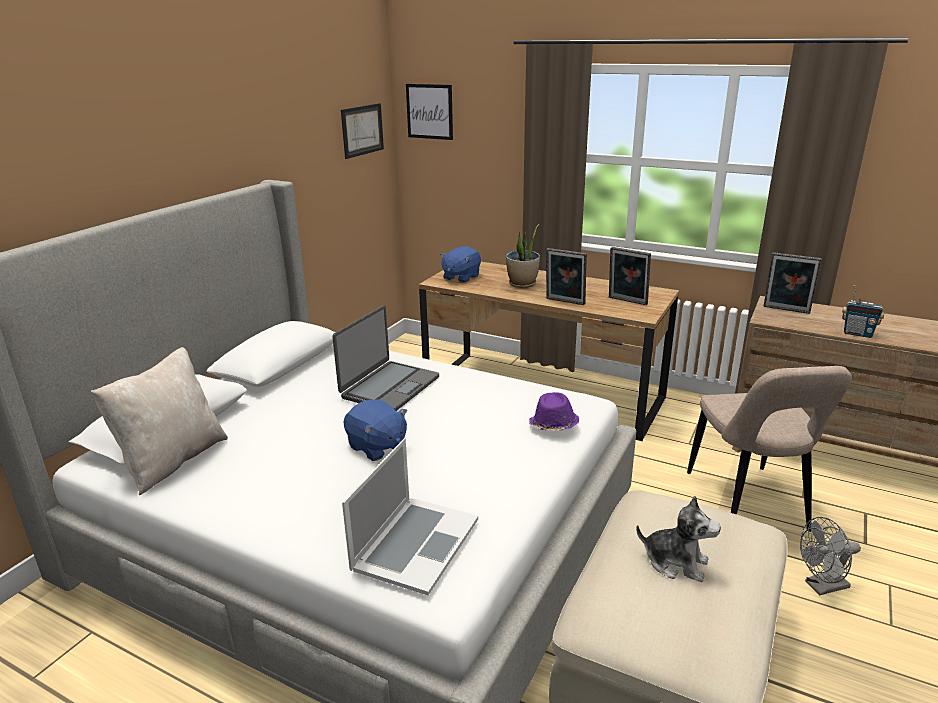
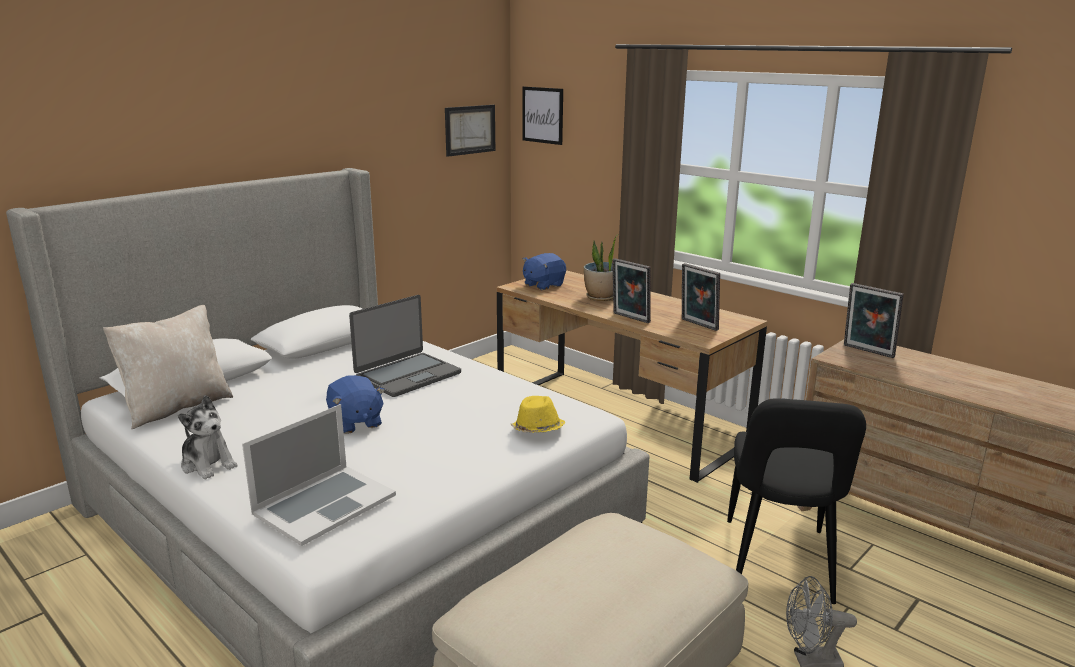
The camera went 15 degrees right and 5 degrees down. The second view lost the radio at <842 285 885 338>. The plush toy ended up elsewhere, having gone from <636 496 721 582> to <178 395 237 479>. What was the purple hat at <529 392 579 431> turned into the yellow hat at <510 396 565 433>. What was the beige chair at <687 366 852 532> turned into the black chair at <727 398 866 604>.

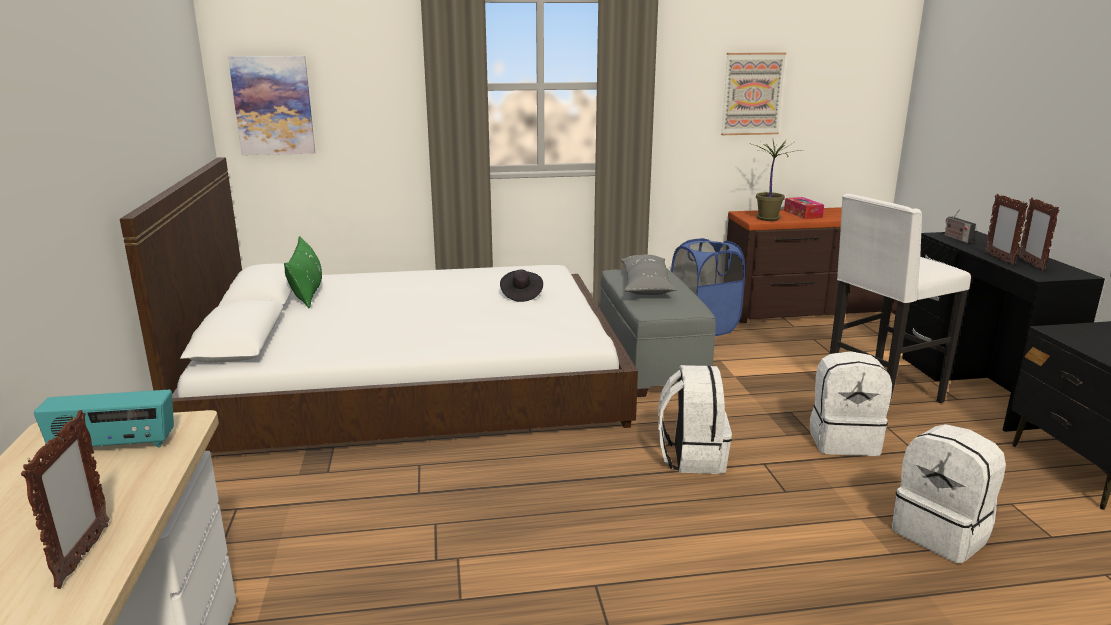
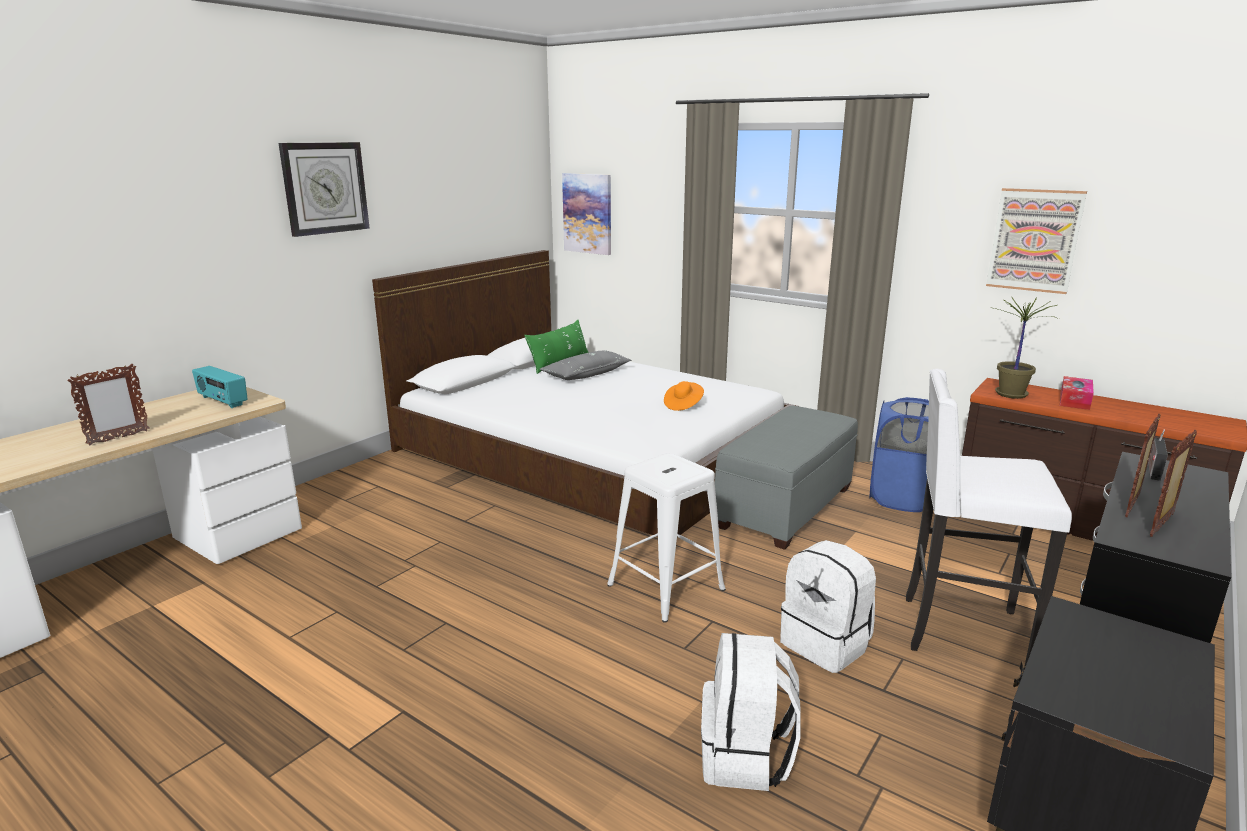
The camera went 45 degrees right and 0 degrees up. The second view gained the wall clock at <278 142 370 237>. The grey pillow ended up elsewhere, having gone from <620 255 676 295> to <540 351 631 380>. Where the white backpack stood at <658 365 732 474>, the white stool came to stand at <607 453 726 623>. What was the black hat at <500 269 543 302> turned into the orange hat at <664 381 704 411>.

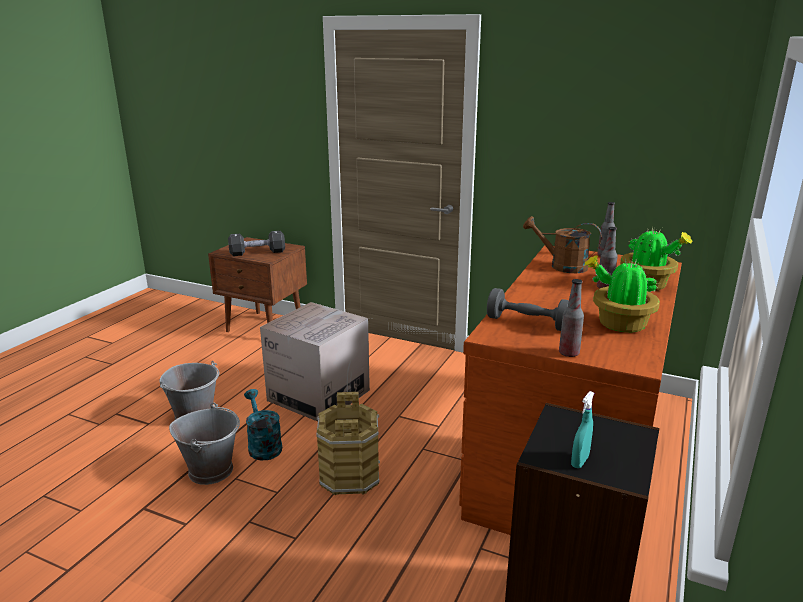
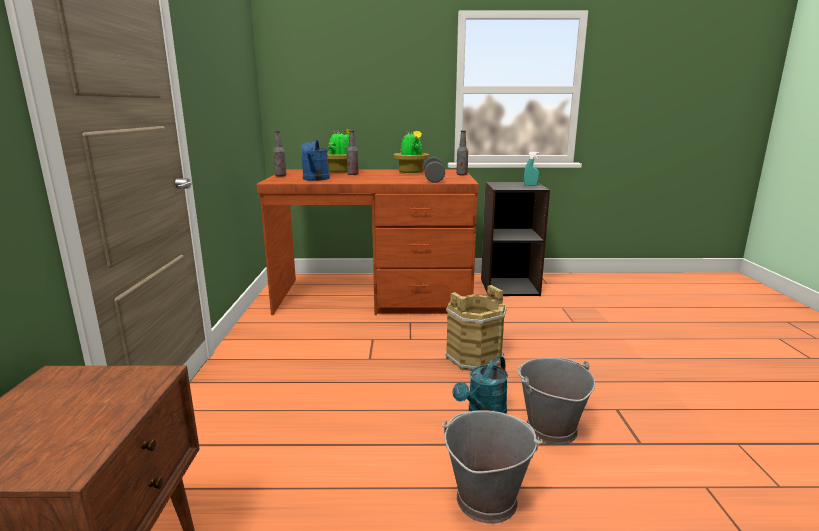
The camera went 115 degrees left and 5 degrees down. The second view lost the black dumbbell at <228 231 285 256>. The second view lost the cardboard box at <260 302 370 422>. What was the brown watering can at <523 216 602 273> turned into the blue watering can at <301 140 330 181>.

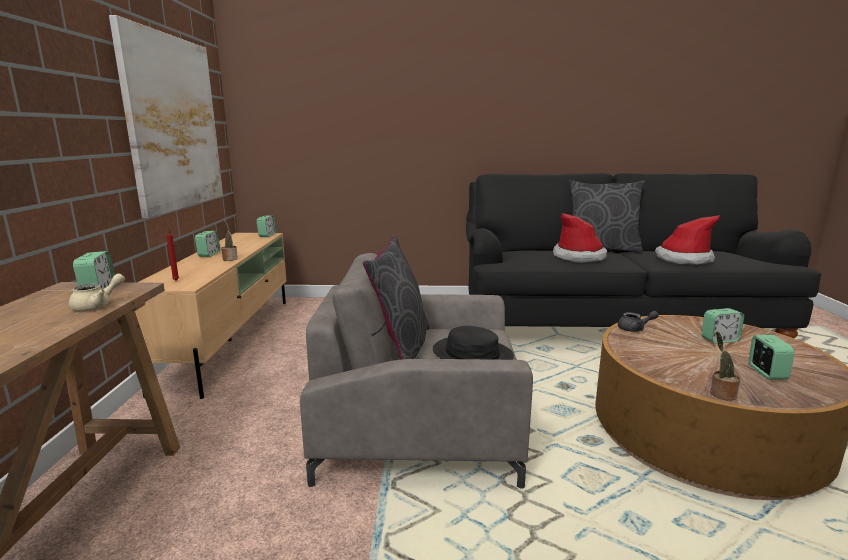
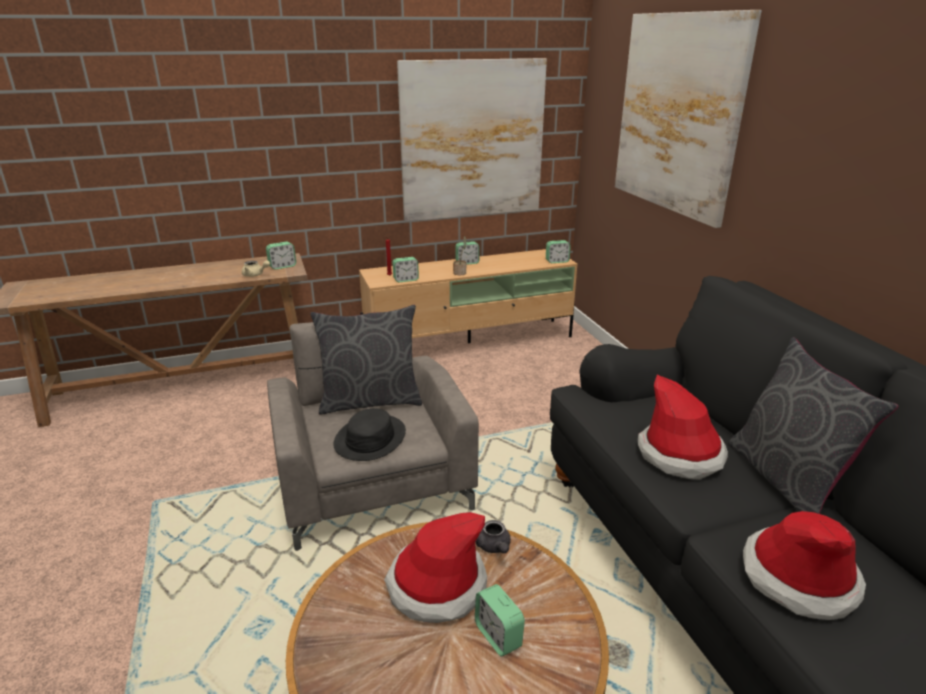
The camera went 70 degrees right and 10 degrees up. The second view lost the potted plant at <710 331 741 401>. The second view gained the hat at <384 512 487 623>. The second view gained the picture at <615 10 762 228>. The alarm clock ended up elsewhere, having gone from <749 335 794 380> to <392 257 419 282>.

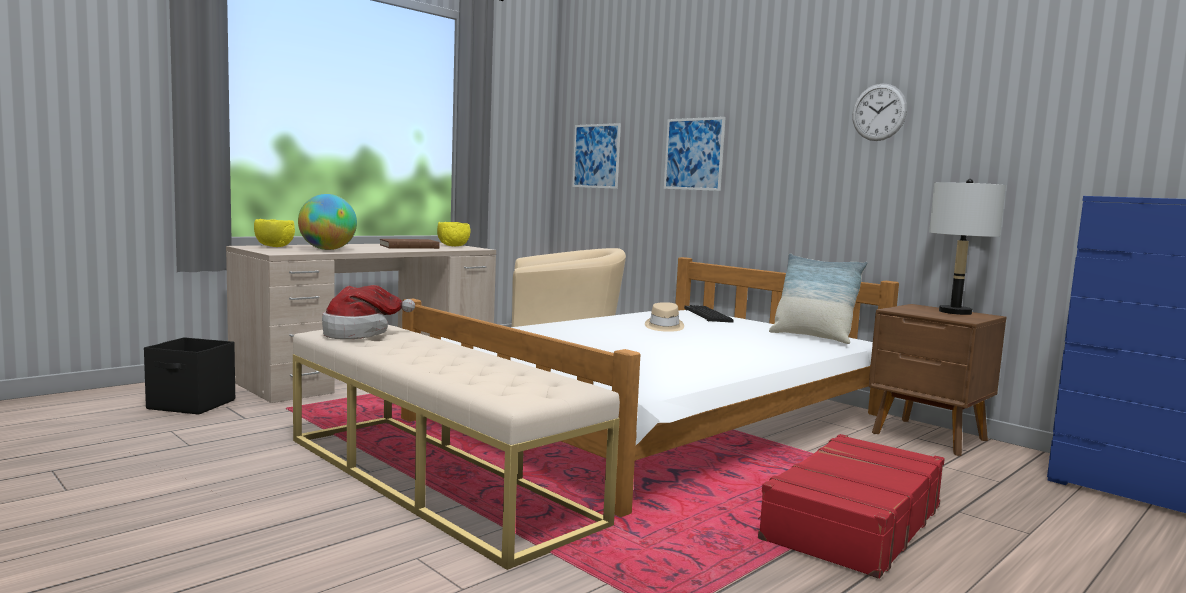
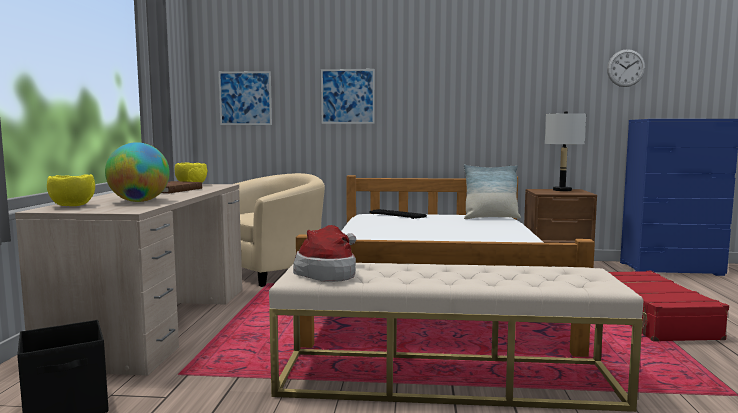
The camera went 40 degrees left and 0 degrees up. The second view lost the beige hat at <645 302 684 332>. The wall clock ended up elsewhere, having gone from <852 84 907 141> to <607 49 645 87>.

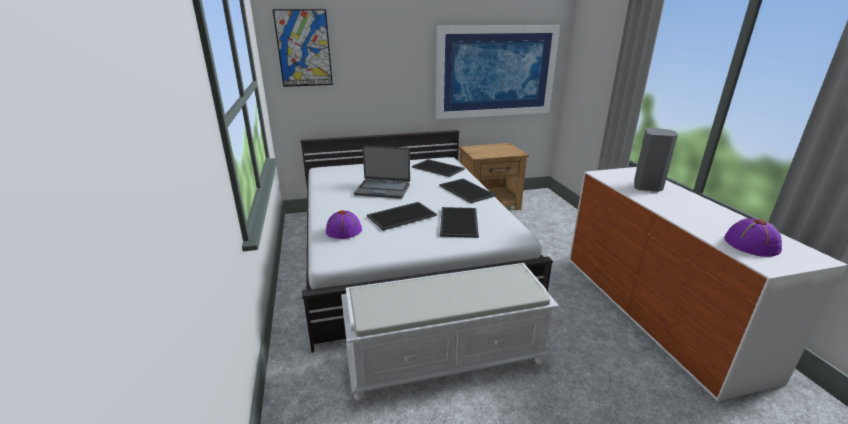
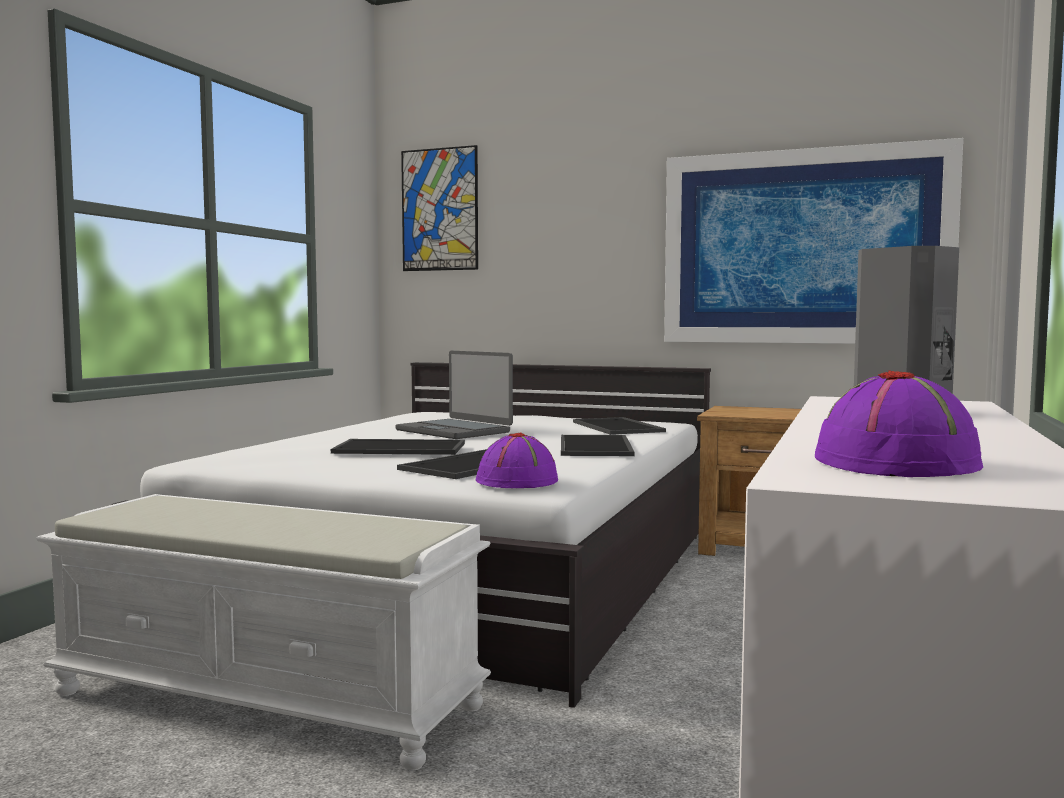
The camera went 35 degrees right and 20 degrees down. The purple hat ended up elsewhere, having gone from <326 210 362 239> to <476 432 558 488>.

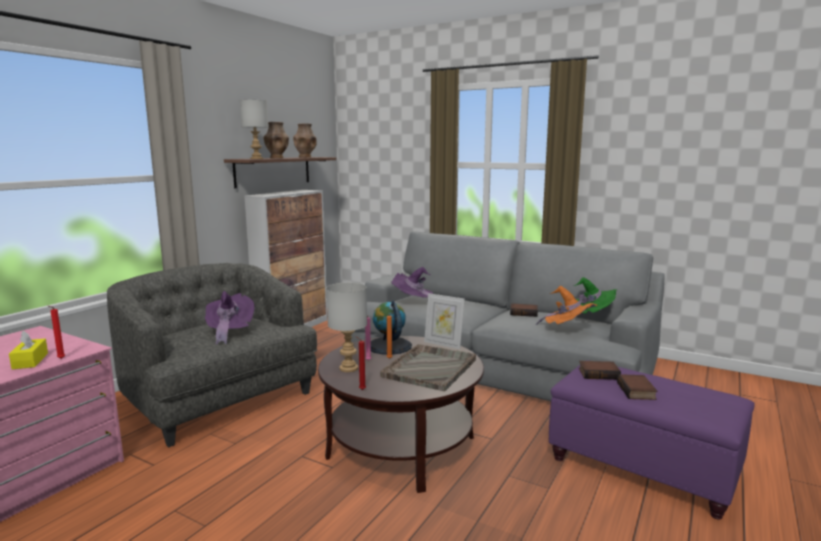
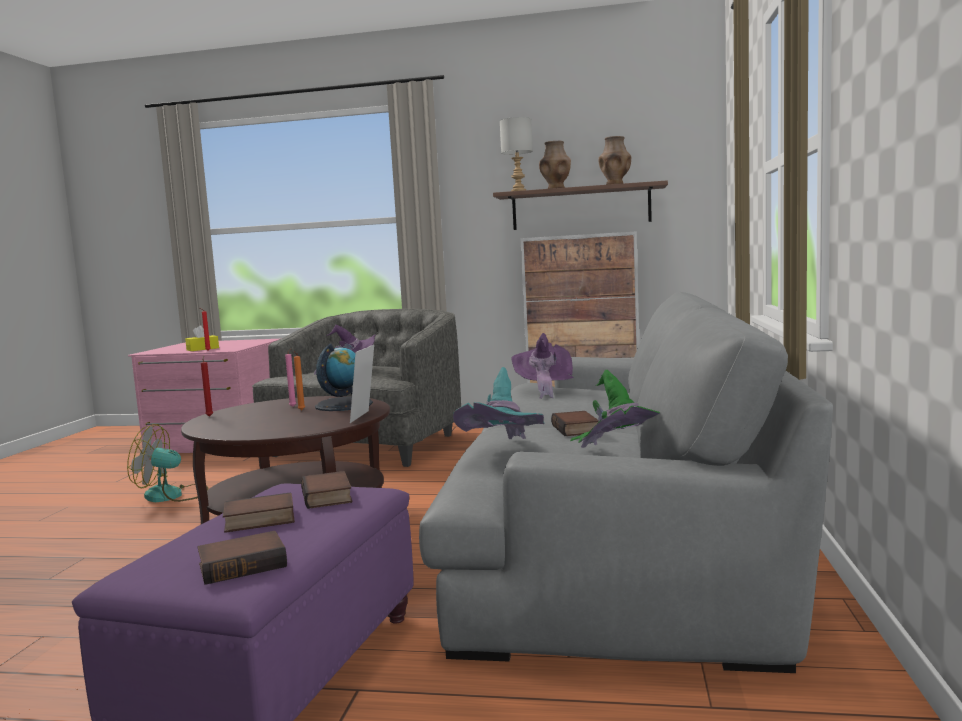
The camera went 70 degrees right and 5 degrees down. The second view lost the grey table lamp at <327 282 367 372>. The second view lost the grey tray at <380 344 476 391>. The second view gained the fan at <127 424 208 502>. The second view gained the book at <197 531 287 585>. What was the orange hat at <536 286 597 325> turned into the turquoise hat at <453 367 544 439>.

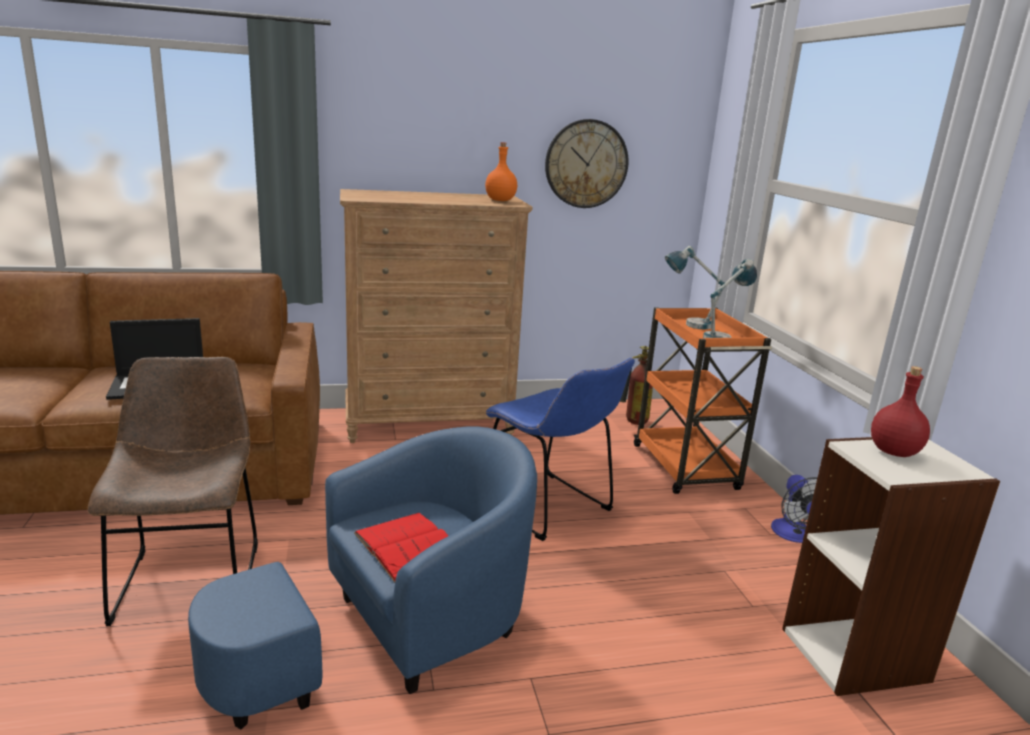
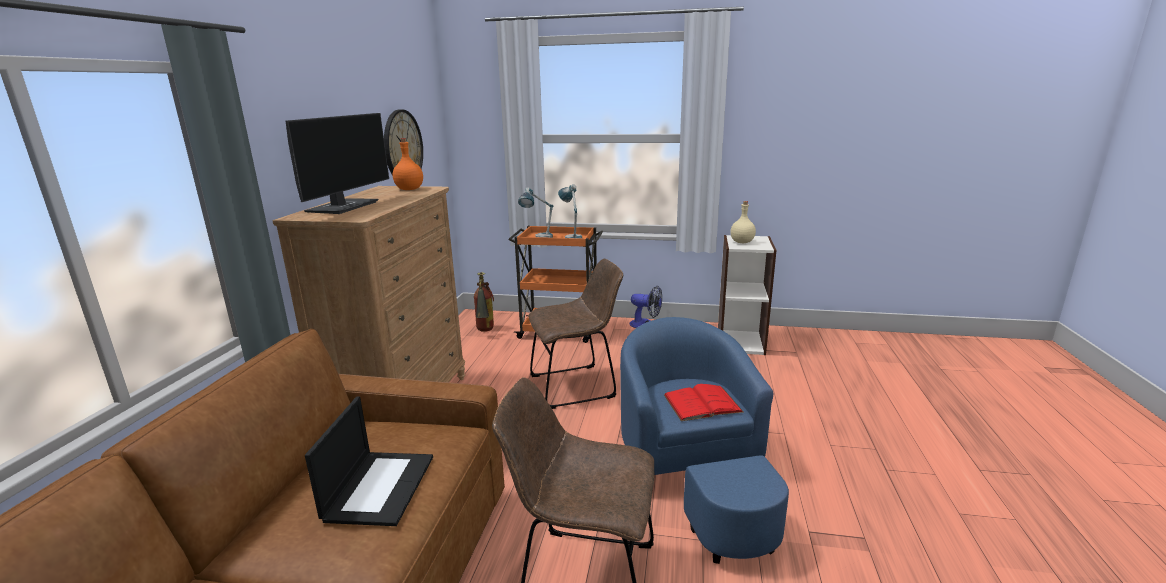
The camera went 65 degrees left and 0 degrees up. The second view gained the monitor at <286 113 389 214>. What was the blue chair at <486 358 635 541> turned into the brown chair at <528 259 623 409>. What was the red bottle at <871 366 930 457> turned into the beige bottle at <730 201 756 243>.

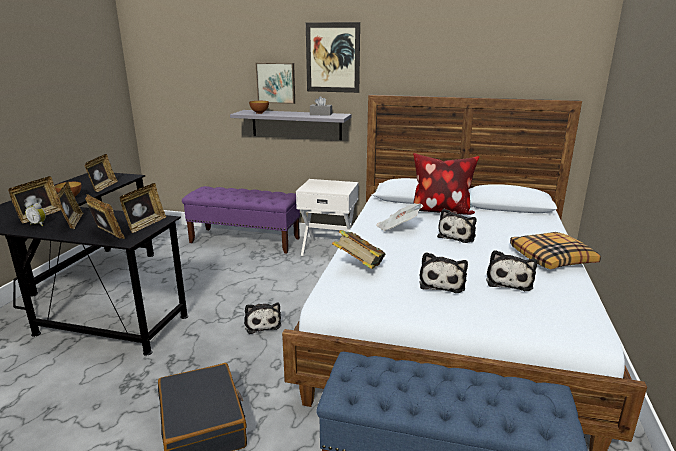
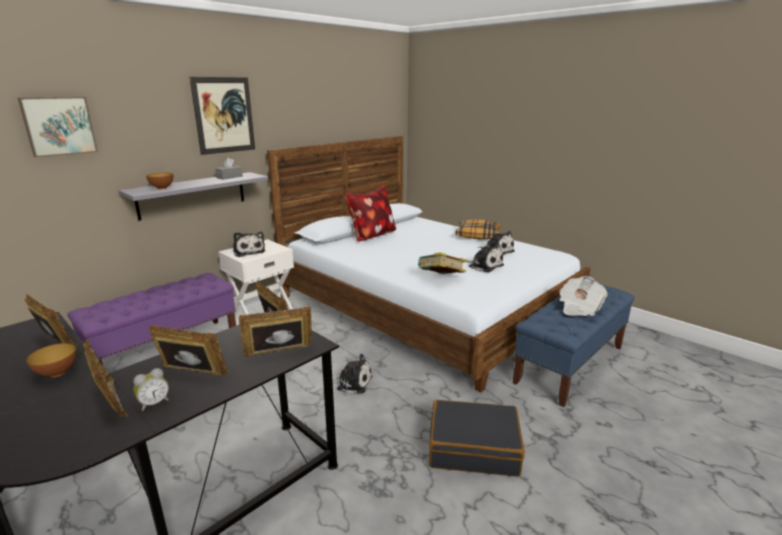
The camera went 60 degrees left and 0 degrees up. The picture ended up elsewhere, having gone from <256 63 295 104> to <18 97 98 157>. The newspaper ended up elsewhere, having gone from <376 203 423 231> to <559 276 608 316>. The plush toy ended up elsewhere, having gone from <437 208 477 243> to <233 232 265 257>.

